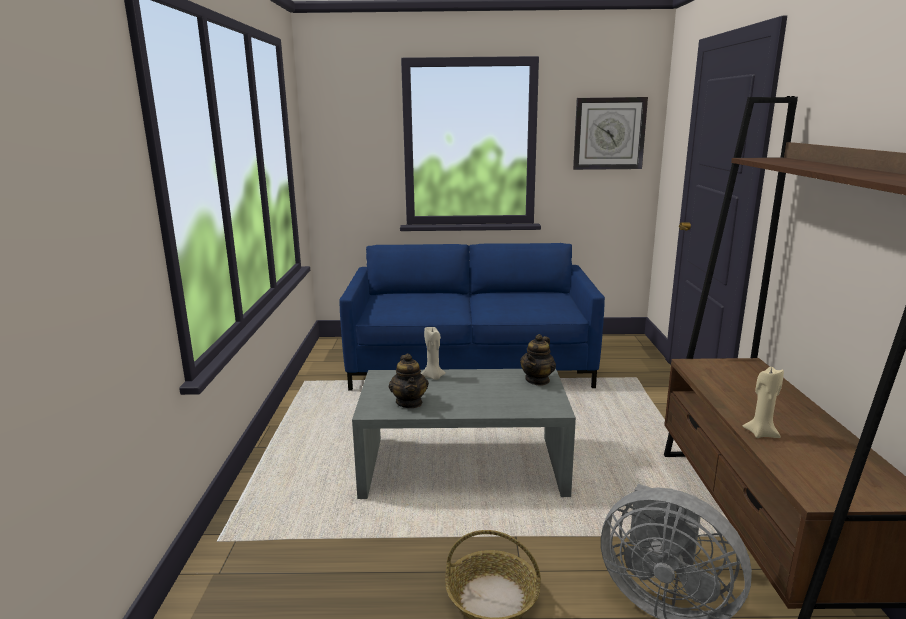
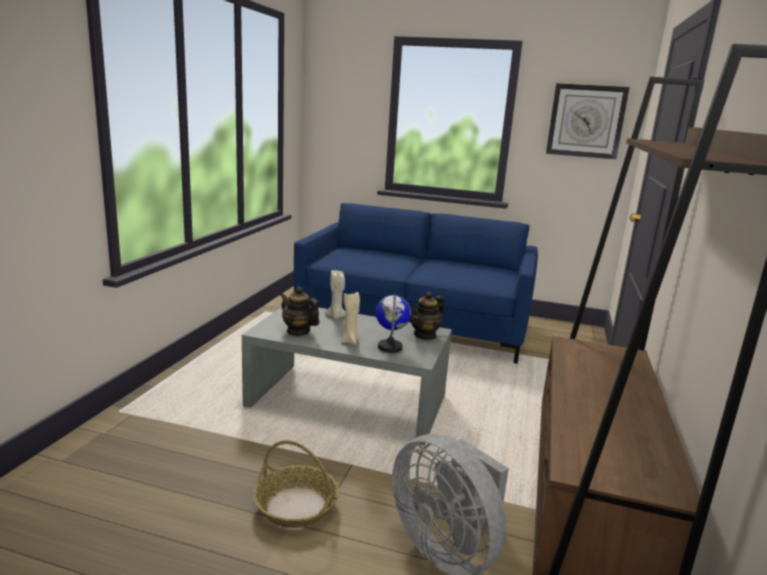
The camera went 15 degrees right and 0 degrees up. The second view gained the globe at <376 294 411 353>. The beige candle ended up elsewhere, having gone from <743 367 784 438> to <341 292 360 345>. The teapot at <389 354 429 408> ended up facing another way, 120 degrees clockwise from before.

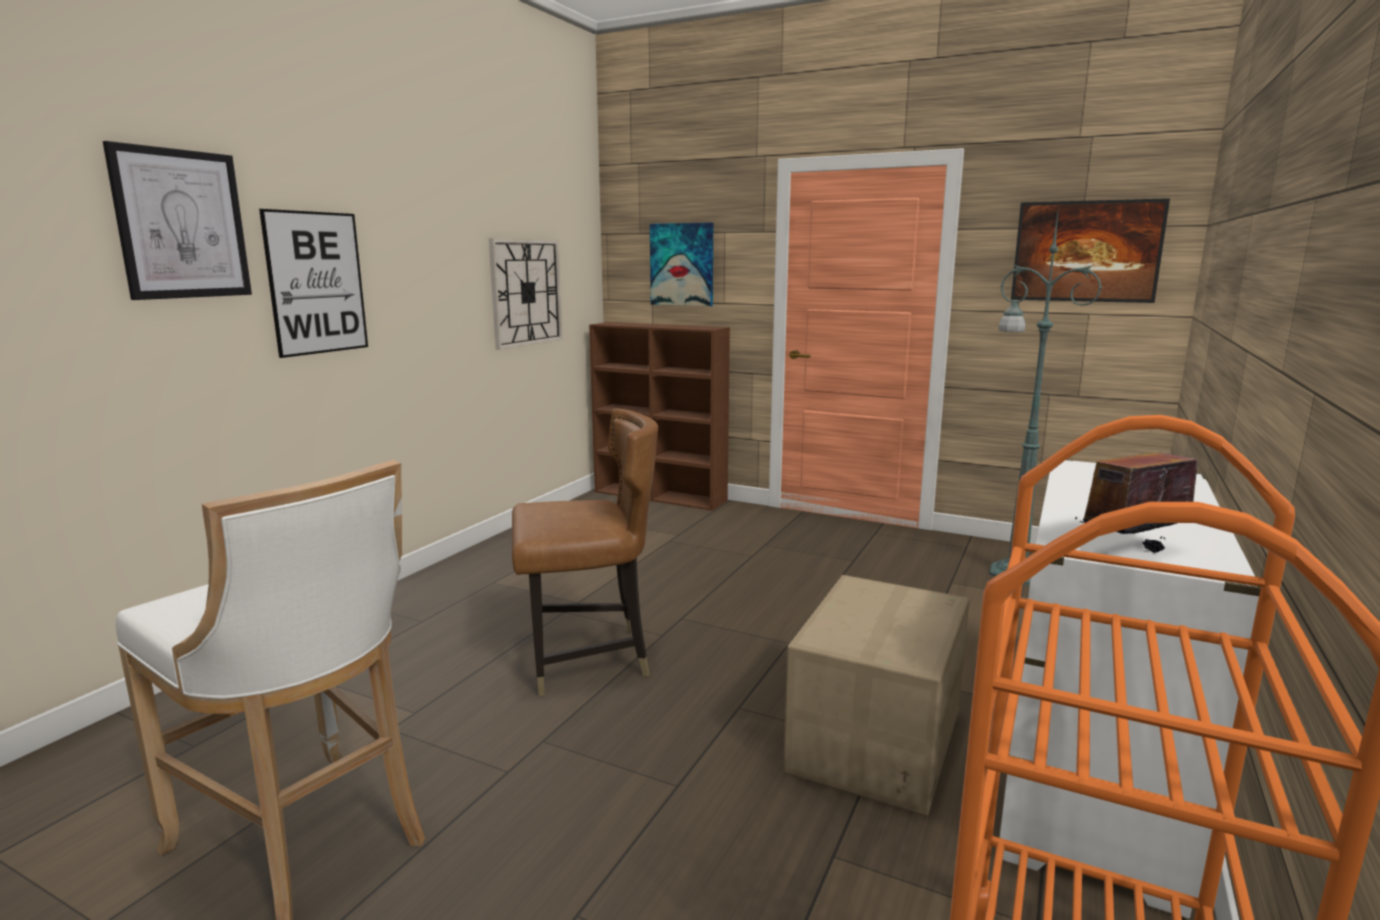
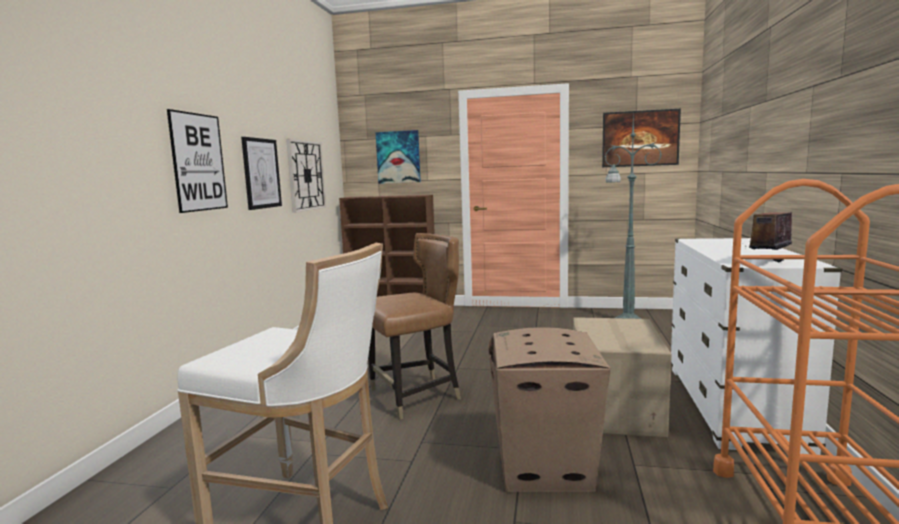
The camera went 15 degrees left and 5 degrees down. The second view gained the cardboard box at <488 327 611 492>. The picture ended up elsewhere, having gone from <103 141 252 300> to <241 137 282 210>.

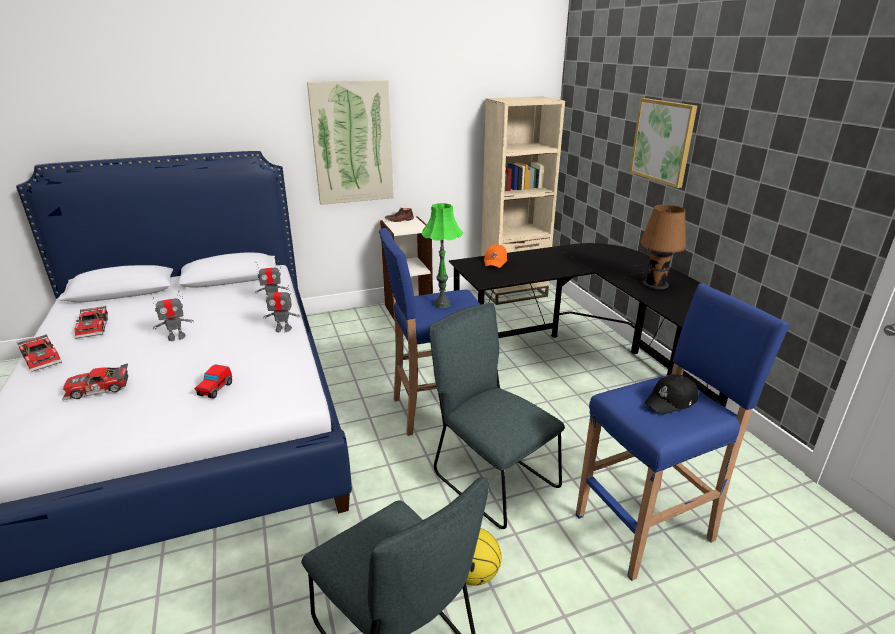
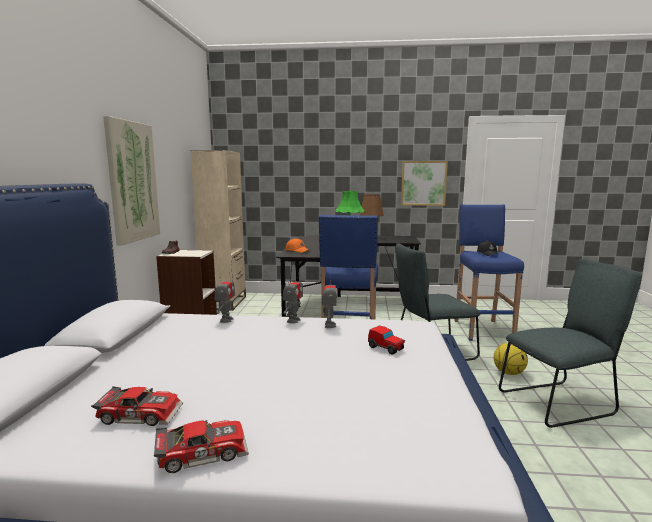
The camera went 65 degrees left and 15 degrees down. The second view lost the toy car at <62 364 128 400>. The toy robot ended up elsewhere, having gone from <150 291 194 341> to <322 276 337 328>. The picture ended up elsewhere, having gone from <630 98 697 188> to <401 161 448 206>.

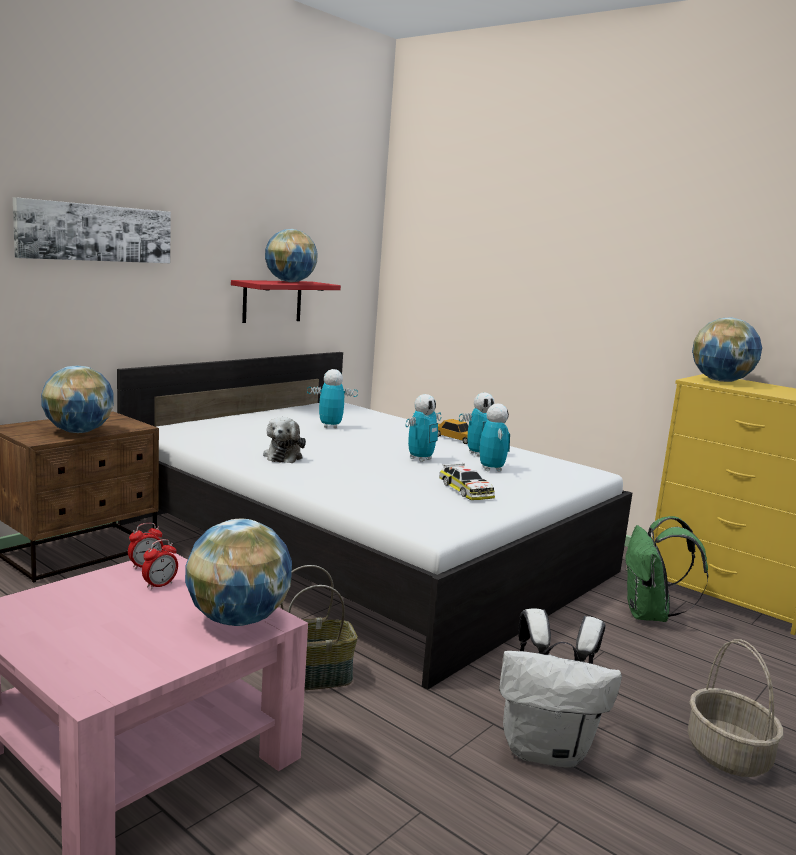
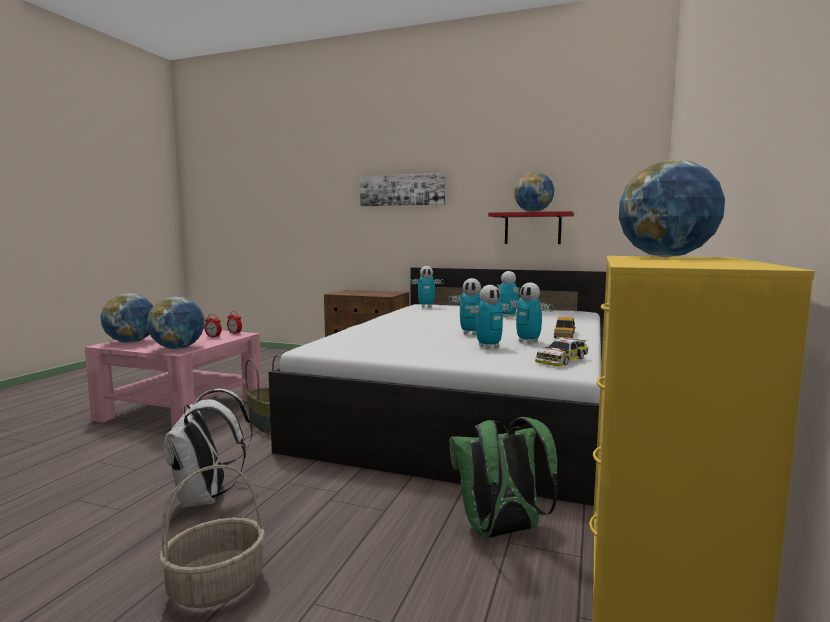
The camera went 70 degrees right and 5 degrees down. The second view lost the plush toy at <263 417 306 463>. The second view gained the toy robot at <409 266 444 307>. The globe ended up elsewhere, having gone from <41 366 114 433> to <100 293 154 343>. The toy car ended up elsewhere, having gone from <439 463 495 500> to <535 337 588 366>.

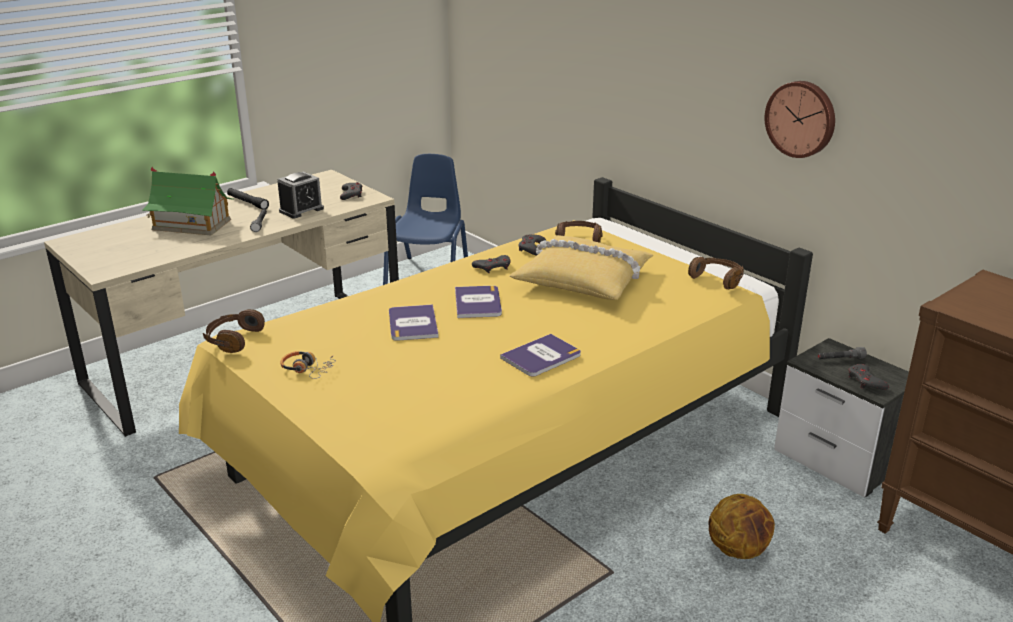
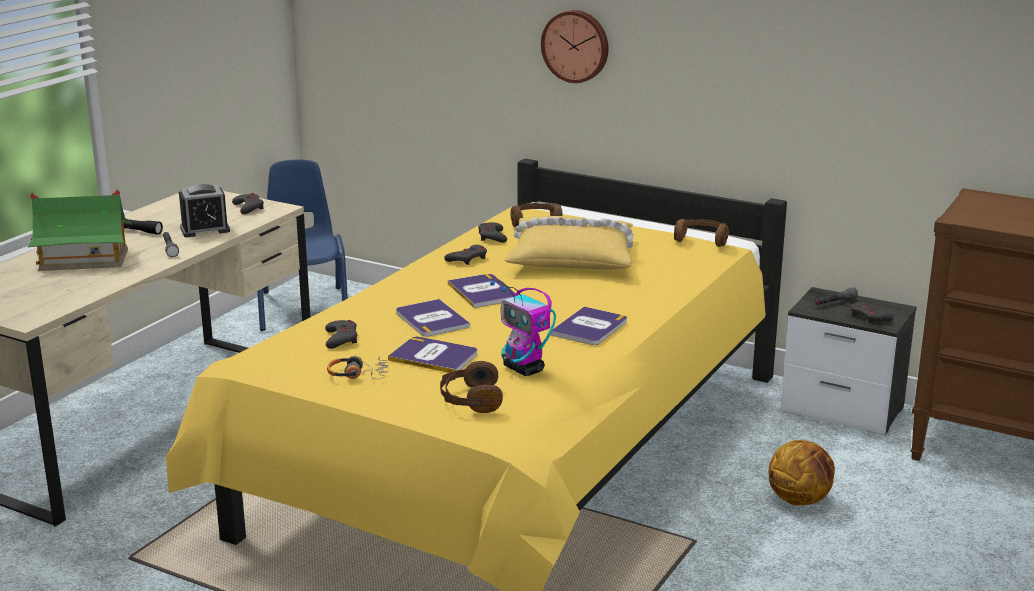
The camera went 20 degrees left and 5 degrees down. The second view gained the grey game controller at <325 320 357 349>. The second view gained the book at <388 337 477 373>. The second view gained the toy robot at <490 280 556 376>. The brown headphones ended up elsewhere, having gone from <203 309 265 353> to <440 361 503 413>. The wall clock ended up elsewhere, having gone from <765 81 835 158> to <541 10 608 83>. The alarm clock at <278 172 324 218> ended up facing another way, 45 degrees clockwise from before.

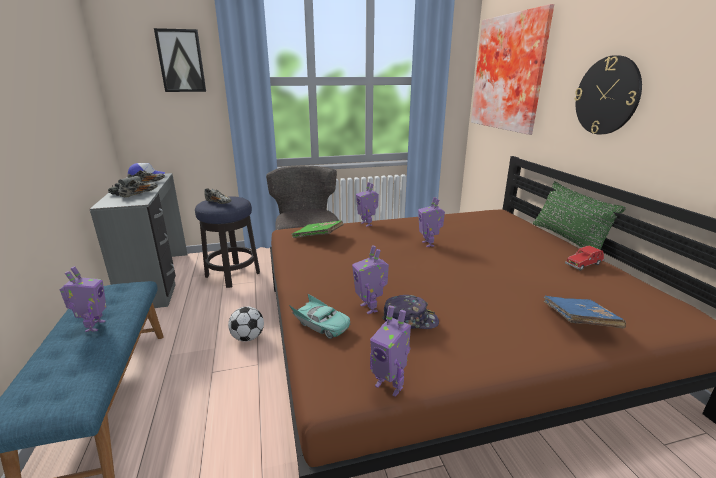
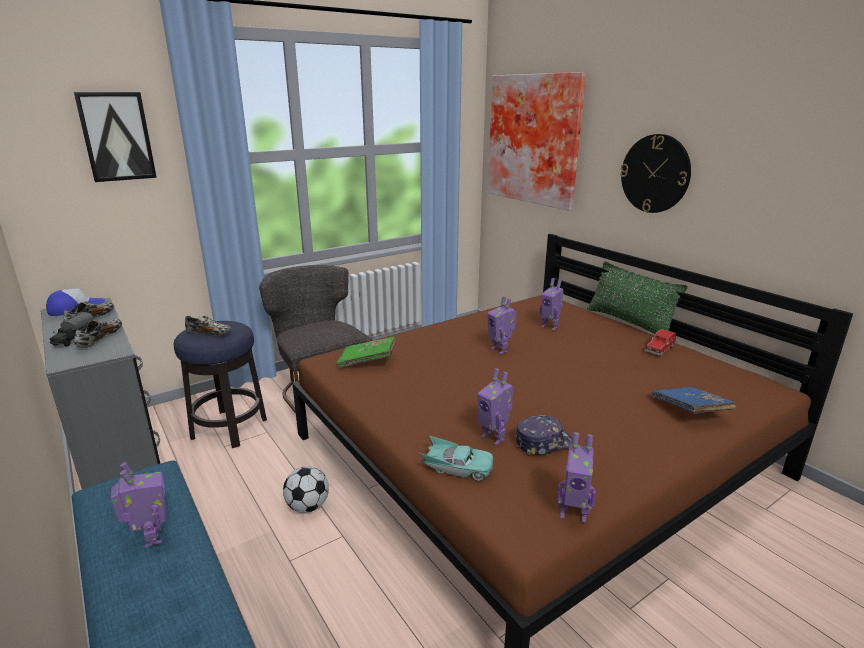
The camera went 20 degrees left and 0 degrees up. The toy robot ended up elsewhere, having gone from <356 182 379 227> to <540 278 564 331>.

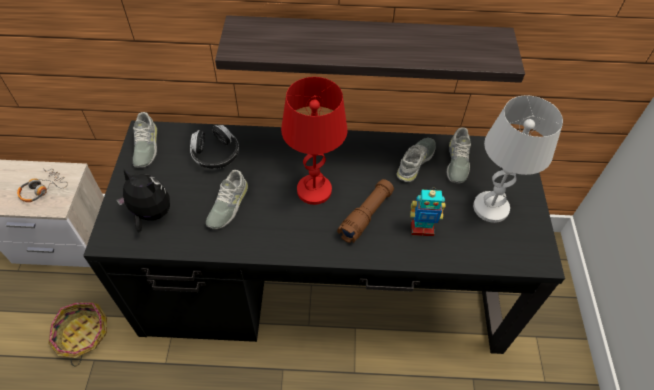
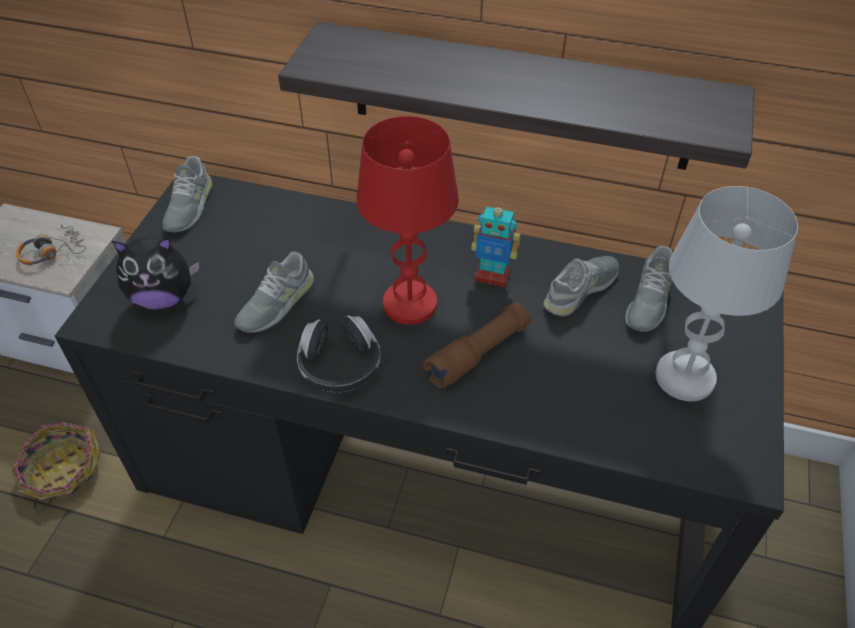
The camera went 15 degrees right and 5 degrees down. The headphones ended up elsewhere, having gone from <190 125 239 169> to <297 315 381 392>. The toy robot ended up elsewhere, having gone from <410 188 446 236> to <471 201 521 287>. The plush toy at <116 169 170 233> ended up facing another way, 135 degrees clockwise from before.

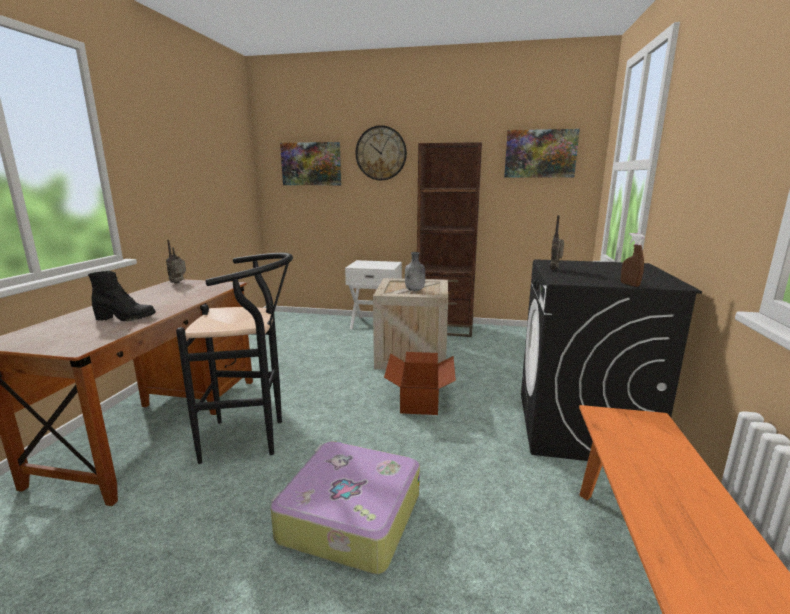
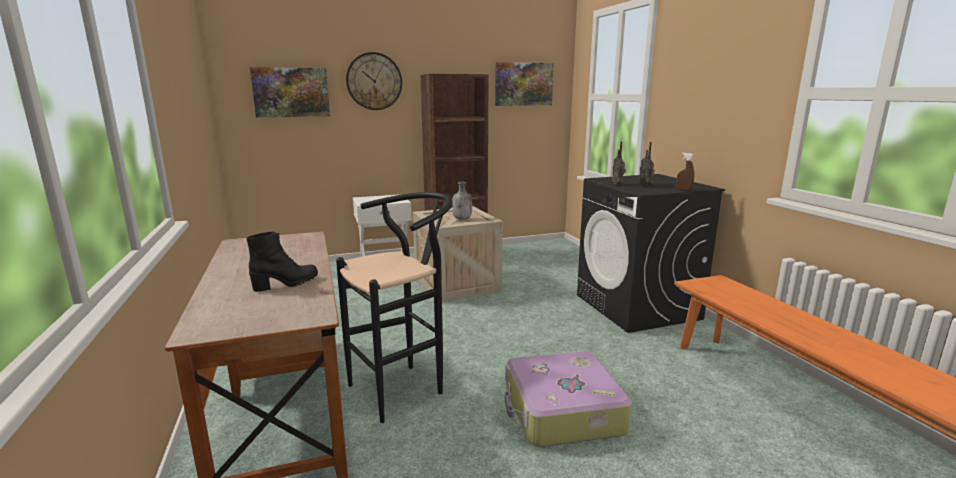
The camera went 30 degrees left and 0 degrees up. The second view lost the cardboard box at <384 352 456 415>. The radio ended up elsewhere, having gone from <166 240 186 284> to <639 142 655 186>.

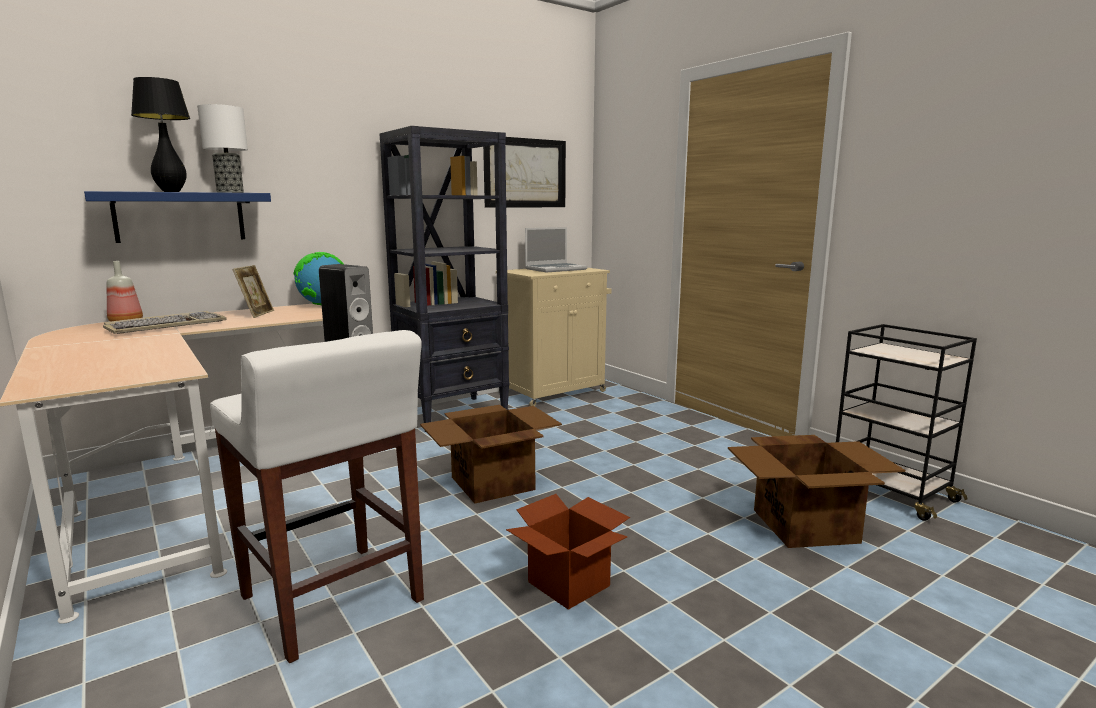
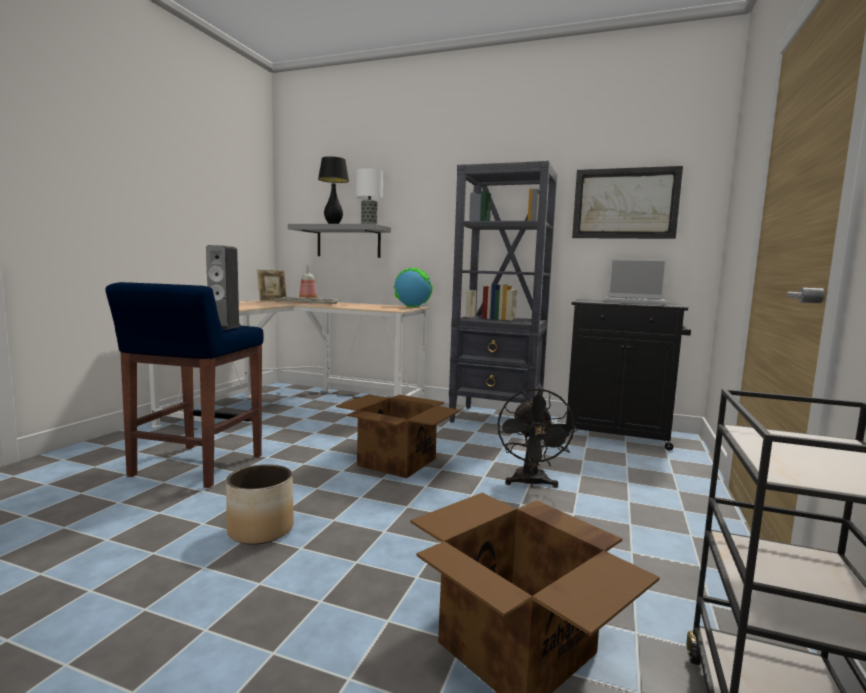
The camera went 55 degrees right and 5 degrees down. The second view gained the black fan at <498 388 578 488>. The picture frame ended up elsewhere, having gone from <232 265 274 318> to <257 269 287 301>. Where the cardboard box stood at <506 494 630 610>, the planter came to stand at <226 464 294 545>. What was the blue shelf at <84 191 271 243> turned into the grey shelf at <288 224 391 258>. What was the white stool at <210 330 424 663> turned into the blue stool at <105 282 264 488>. What was the beige cabinet at <496 268 612 406> turned into the black cabinet at <566 299 691 450>.

